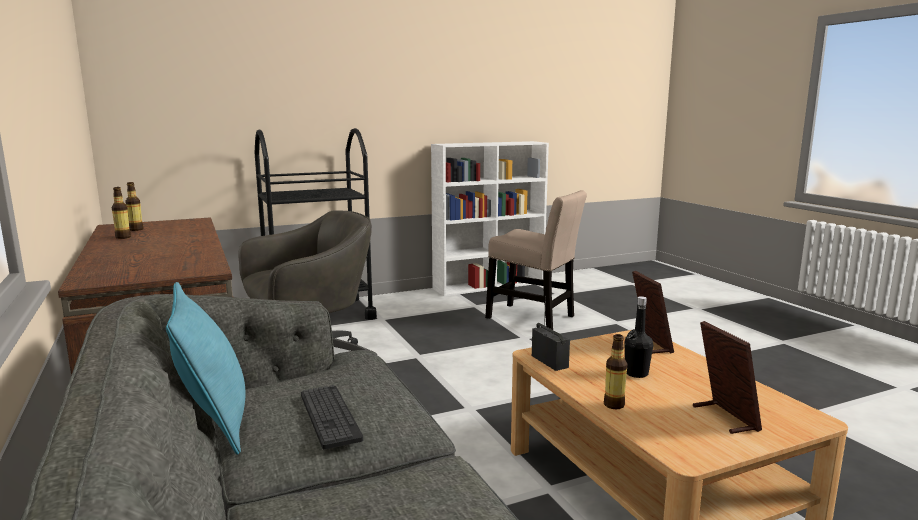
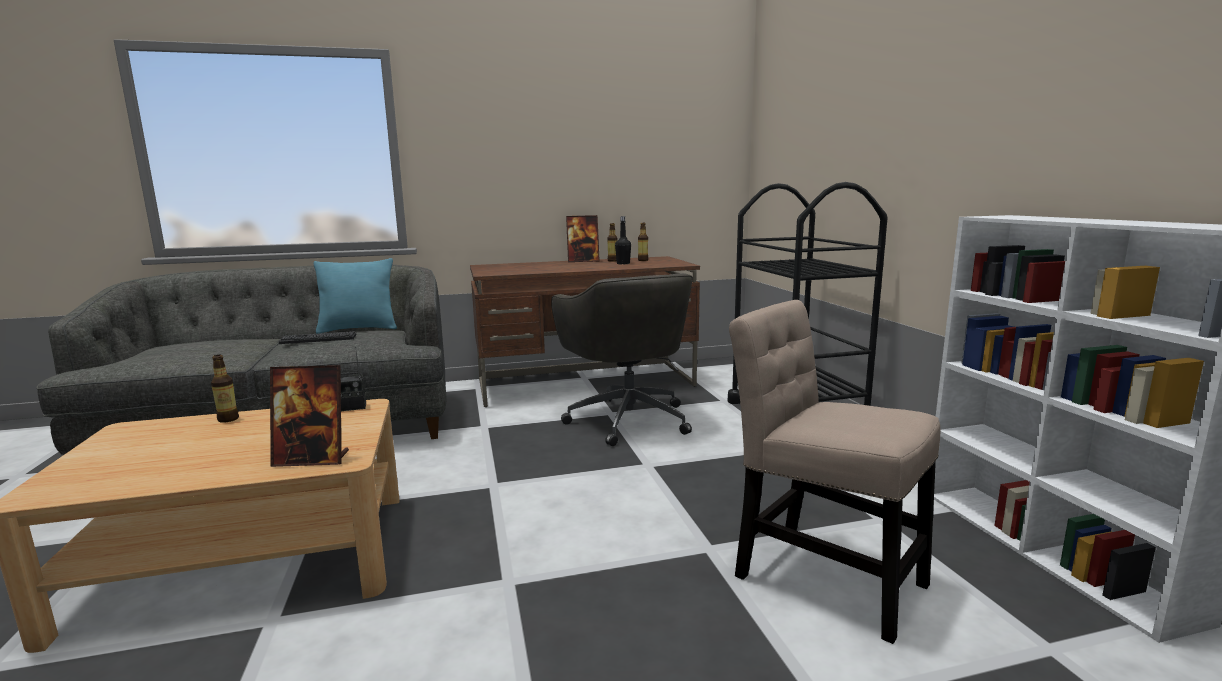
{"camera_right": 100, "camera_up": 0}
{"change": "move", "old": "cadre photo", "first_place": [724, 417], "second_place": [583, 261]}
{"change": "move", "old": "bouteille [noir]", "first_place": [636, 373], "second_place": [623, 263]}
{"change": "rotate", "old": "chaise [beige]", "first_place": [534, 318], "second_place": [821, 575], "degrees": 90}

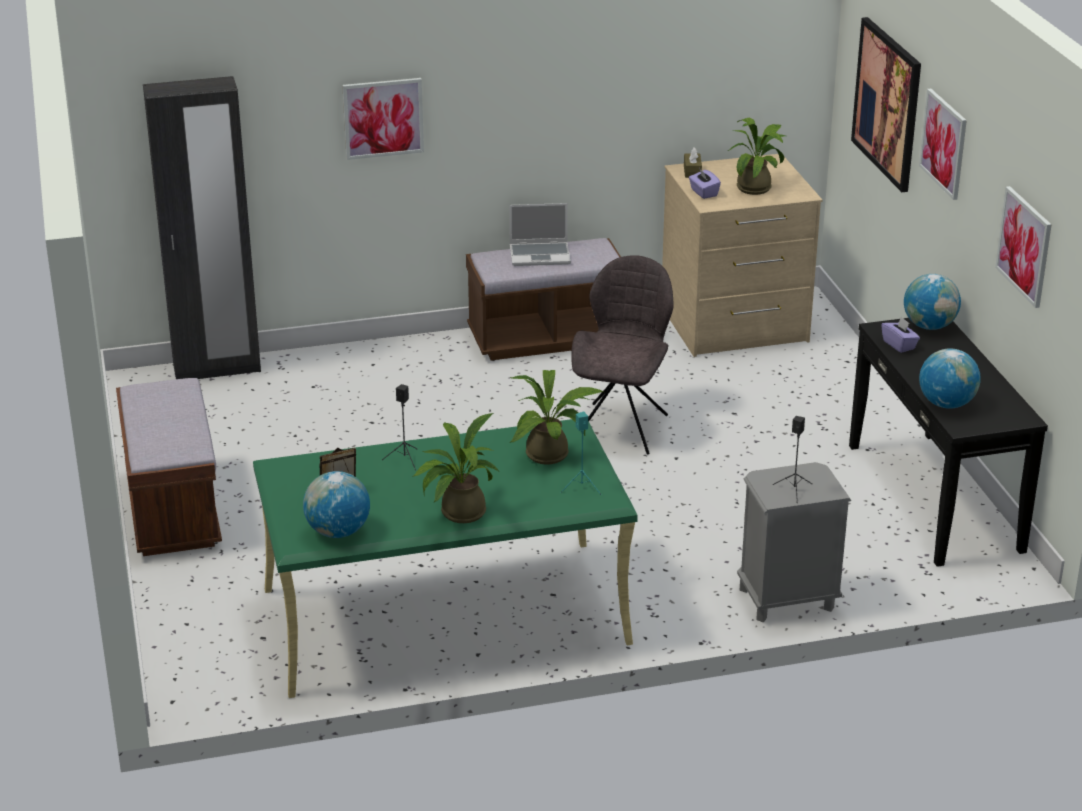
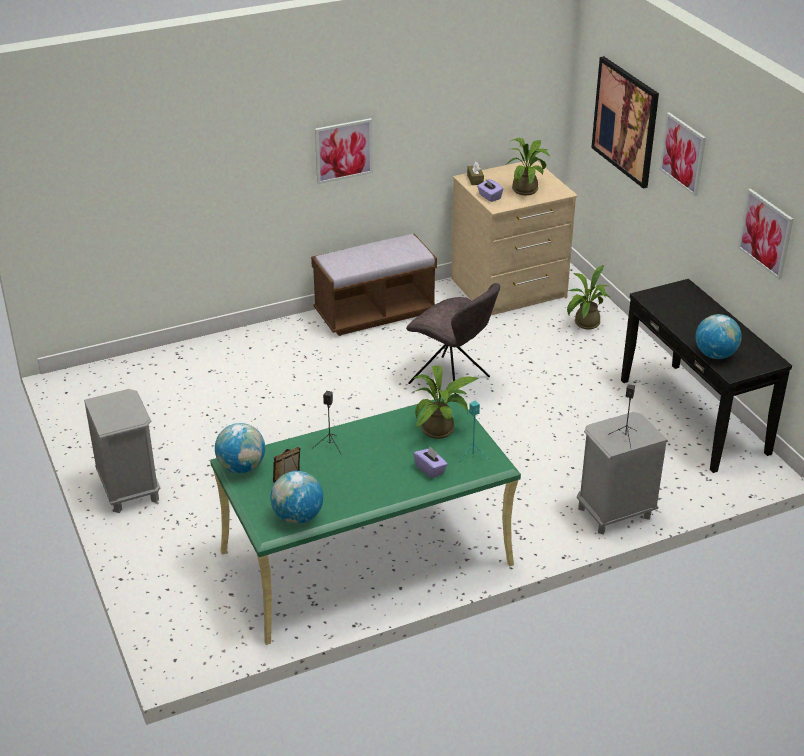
{"camera_right": -10, "camera_up": 5}
{"change": "replace", "old": "banc [marron]", "new": "table de chevet [gris]", "first_place": [172, 510], "second_place": [129, 490]}
{"change": "move", "old": "globe", "first_place": [929, 326], "second_place": [241, 467]}
{"change": "move", "old": "tableau", "first_place": [383, 118], "second_place": [343, 150]}
{"change": "rotate", "old": "chaise [gris]", "first_place": [621, 426], "second_place": [451, 381], "degrees": 120}
{"change": "move", "old": "boîte à mouchoirs [violet]", "first_place": [899, 345], "second_place": [430, 469]}
{"change": "move", "old": "plante en pot", "first_place": [458, 514], "second_place": [584, 324]}
{"change": "delete", "old": "armoire [noir]", "first_place": [217, 369]}
{"change": "delete", "old": "ordinateur portable", "first_place": [540, 255]}

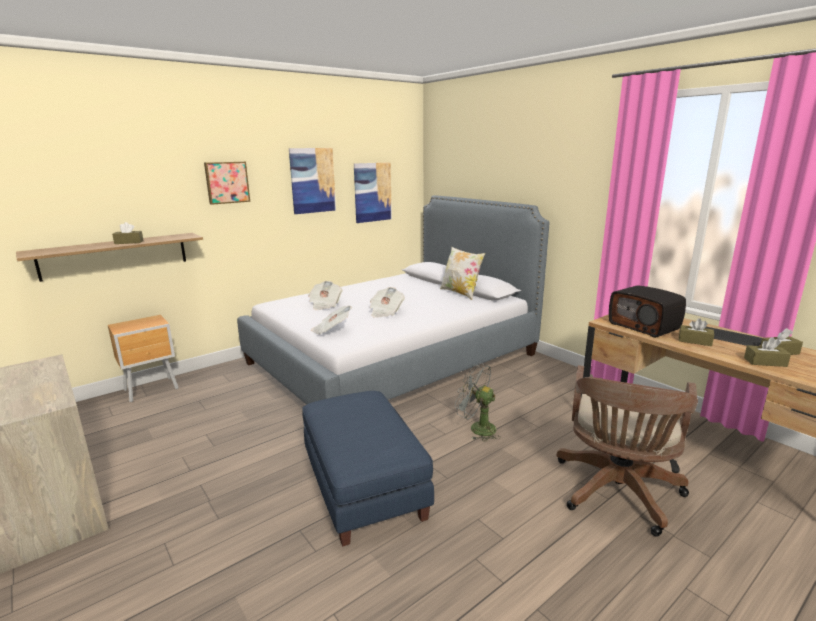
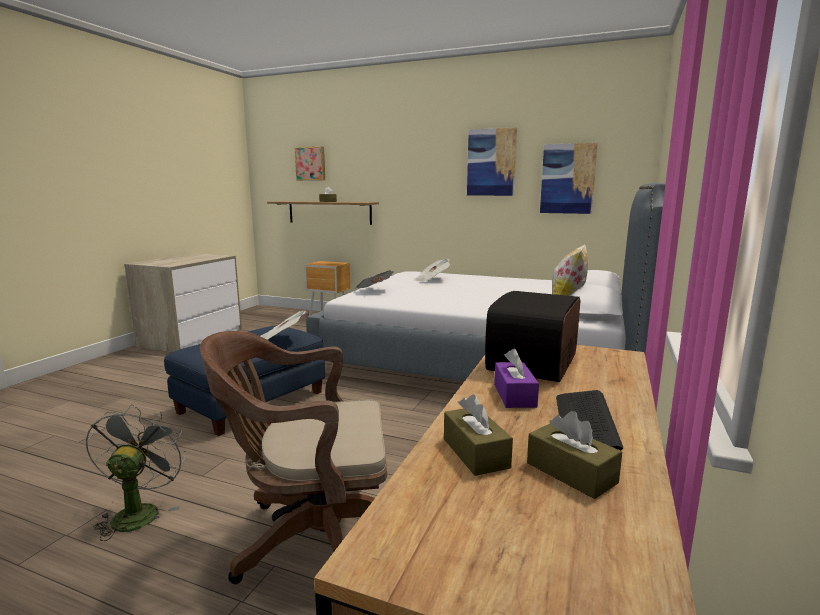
{"camera_right": 60, "camera_up": -5}
{"change": "move", "old": "ventilateur [gris]", "first_place": [477, 428], "second_place": [139, 512]}
{"change": "move", "old": "journal", "first_place": [385, 312], "second_place": [281, 339]}
{"change": "move", "old": "tableau", "first_place": [227, 182], "second_place": [311, 163]}
{"change": "recolor", "old": "boîte à mouchoirs [marron]", "new": "boîte à mouchoirs [violet]", "first_place": [694, 341], "second_place": [514, 395]}

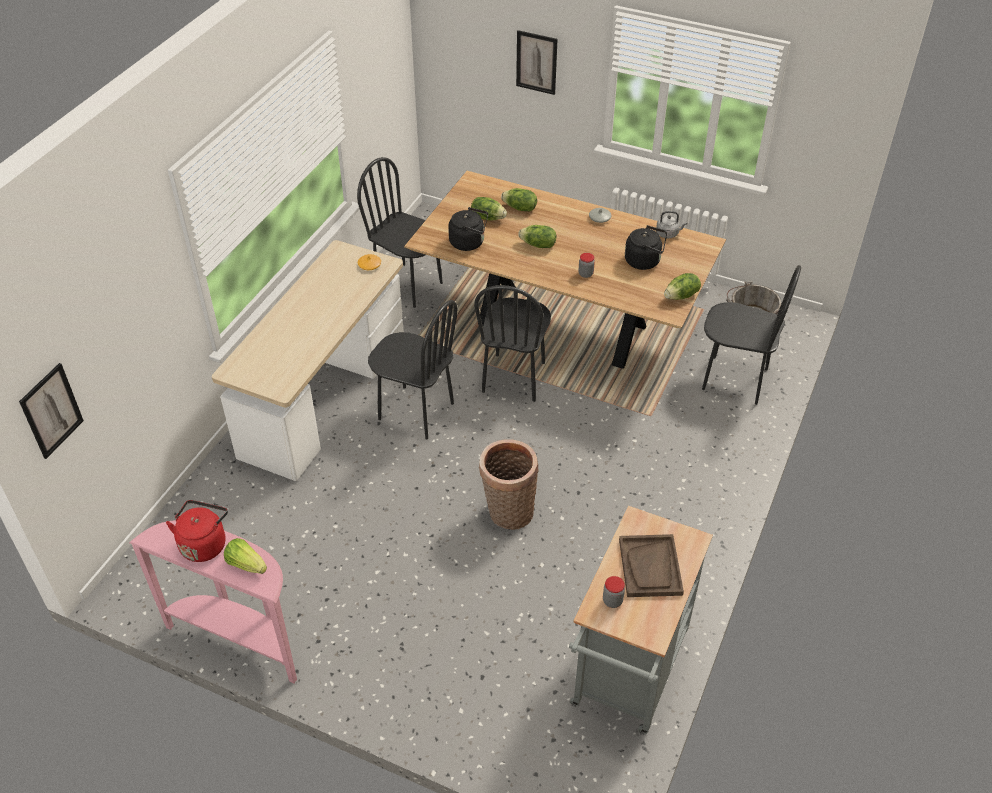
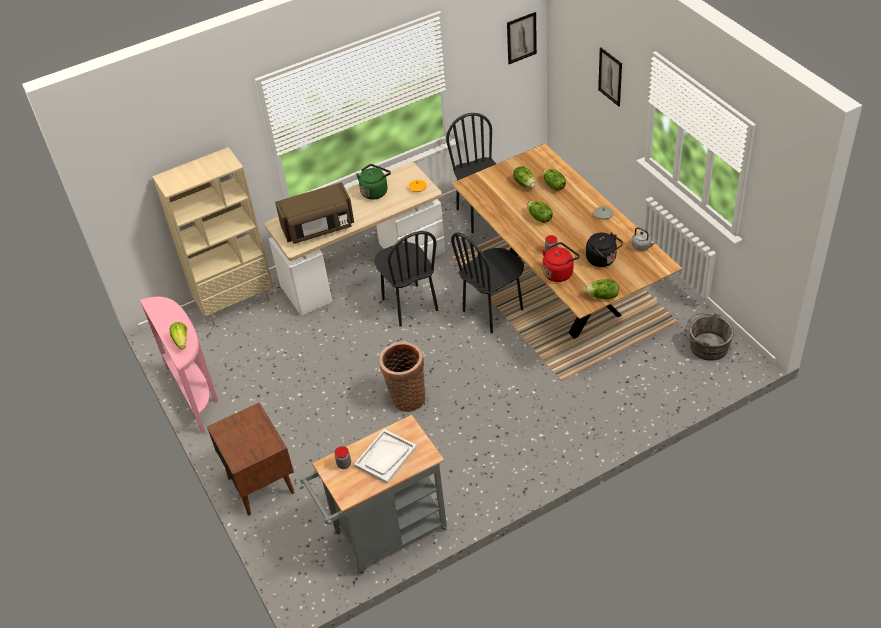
{"camera_right": 40, "camera_up": 0}
{"change": "insert", "new": "bibliothèque [beige]", "second_place": [236, 304]}
{"change": "insert", "new": "table de chevet [marron]", "second_place": [261, 484]}
{"change": "insert", "new": "micro-ondes [marron]", "second_place": [318, 228]}
{"change": "recolor", "old": "plateau [marron]", "new": "plateau [blanc]", "first_place": [650, 567], "second_place": [385, 457]}
{"change": "insert", "new": "bouilloire [vert]", "second_place": [375, 191]}
{"change": "move", "old": "tableau", "first_place": [51, 411], "second_place": [521, 38]}
{"change": "move", "old": "bouilloire [rouge]", "first_place": [204, 543], "second_place": [559, 272]}
{"change": "delete", "old": "bouilloire [noir]", "first_place": [469, 242]}
{"change": "delete", "old": "chaise [noir]", "first_place": [735, 379]}

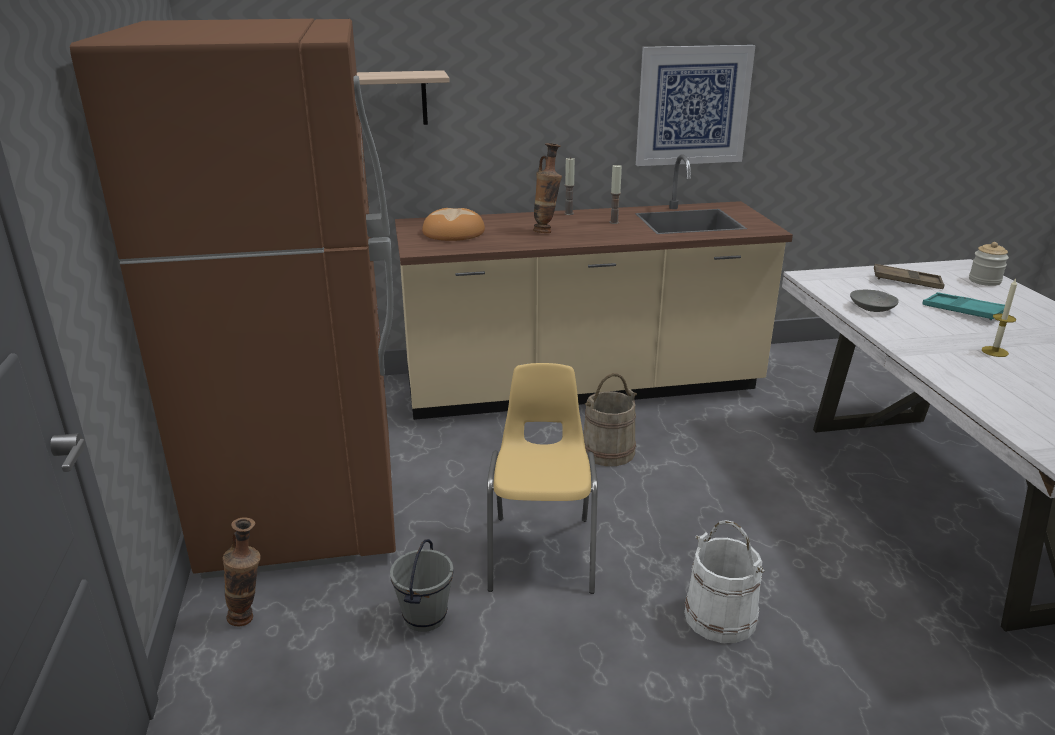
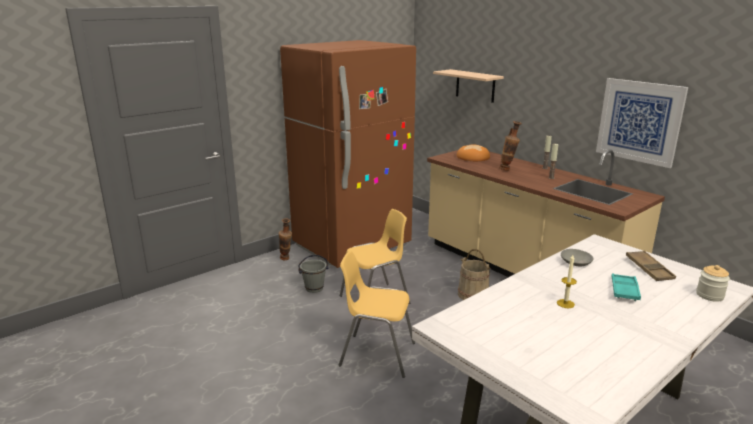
{"camera_right": 60, "camera_up": -5}
{"change": "replace", "old": "seau [blanc]", "new": "chaise [jaune]", "first_place": [719, 617], "second_place": [376, 354]}

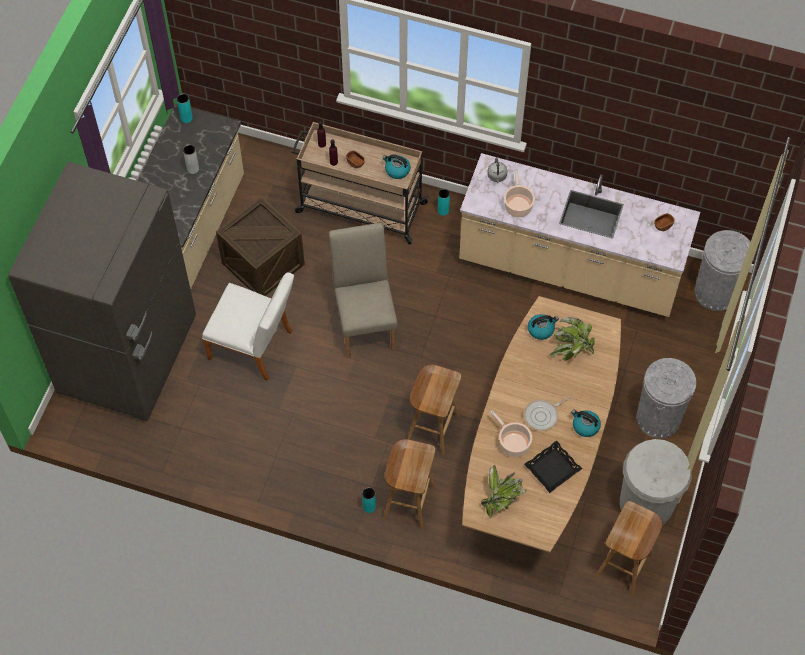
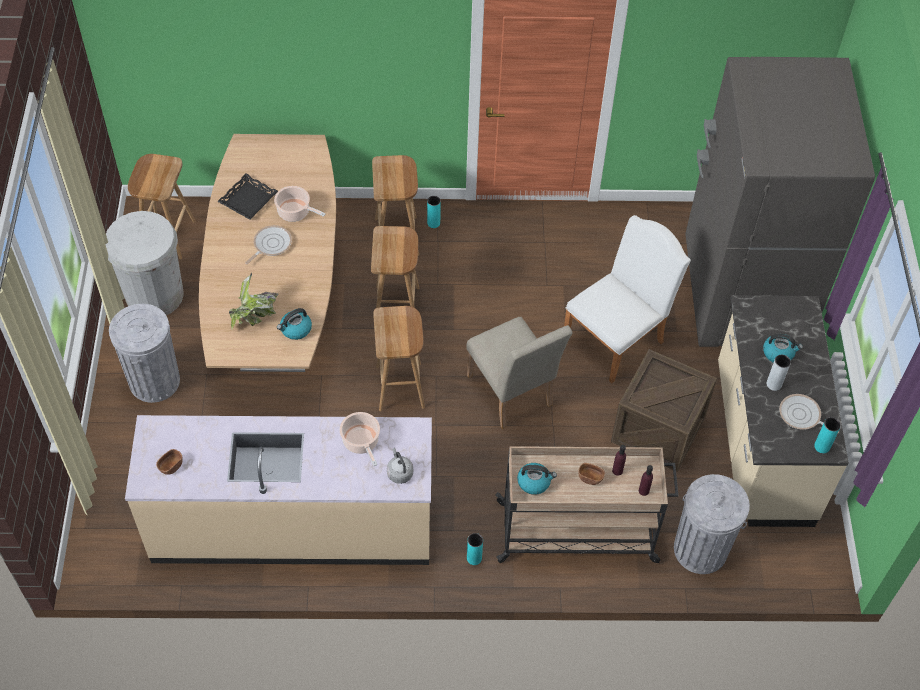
{"camera_right": 160, "camera_up": -5}
{"change": "insert", "new": "tabouret [marron]", "second_place": [401, 387]}
{"change": "rotate", "old": "chaise [blanc]", "first_place": [255, 347], "second_place": [618, 337], "degrees": 135}
{"change": "move", "old": "poubelle [gris]", "first_place": [715, 292], "second_place": [700, 549]}
{"change": "move", "old": "bouilloire", "first_place": [585, 426], "second_place": [778, 353]}
{"change": "insert", "new": "poêle", "second_place": [801, 416]}
{"change": "delete", "old": "plante en pot", "first_place": [502, 499]}

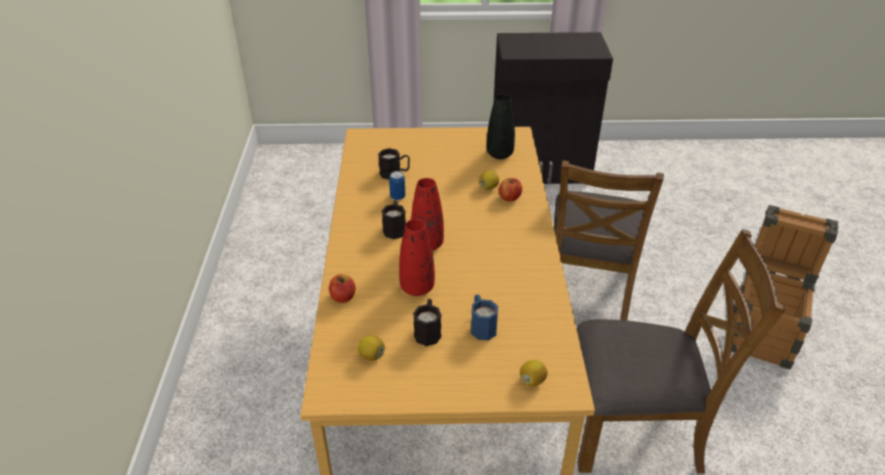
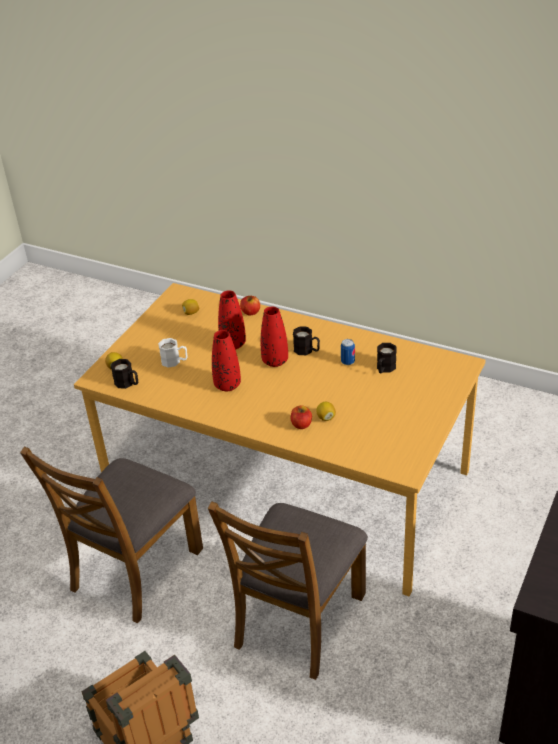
{"camera_right": 120, "camera_up": 0}
{"change": "move", "old": "mug [noir]", "first_place": [428, 331], "second_place": [127, 383]}
{"change": "recolor", "old": "mug [bleu]", "new": "mug [blanc]", "first_place": [481, 326], "second_place": [174, 361]}
{"change": "rotate", "old": "chaise [marron]", "first_place": [587, 292], "second_place": [298, 620], "degrees": -105}
{"change": "insert", "new": "vase [rouge]", "second_place": [227, 385]}
{"change": "delete", "old": "vase [noir]", "first_place": [499, 154]}

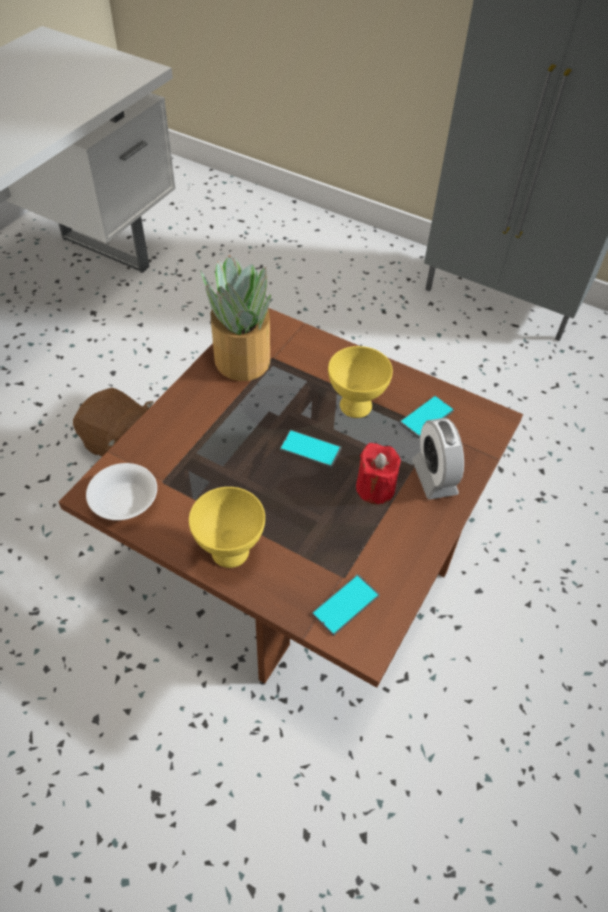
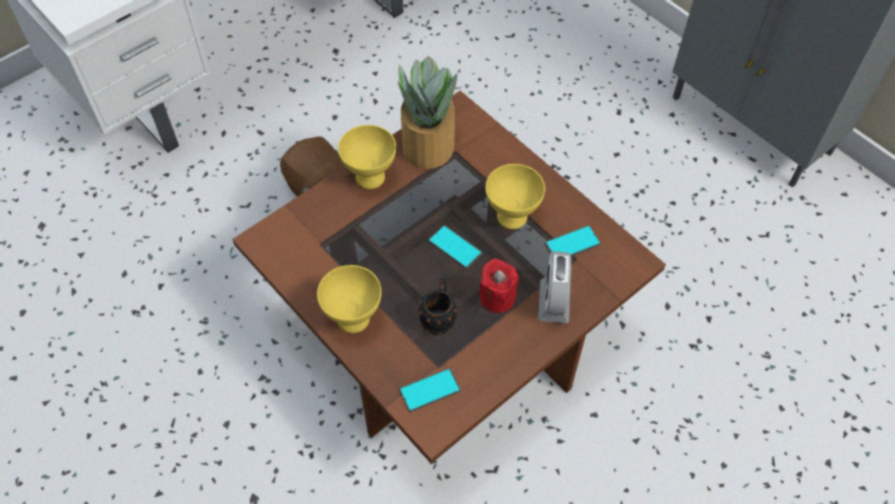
{"camera_right": 20, "camera_up": 5}
{"change": "insert", "new": "bol [jaune]", "second_place": [369, 177]}
{"change": "insert", "new": "mug [noir]", "second_place": [439, 317]}
{"change": "delete", "old": "bol [blanc]", "first_place": [123, 501]}

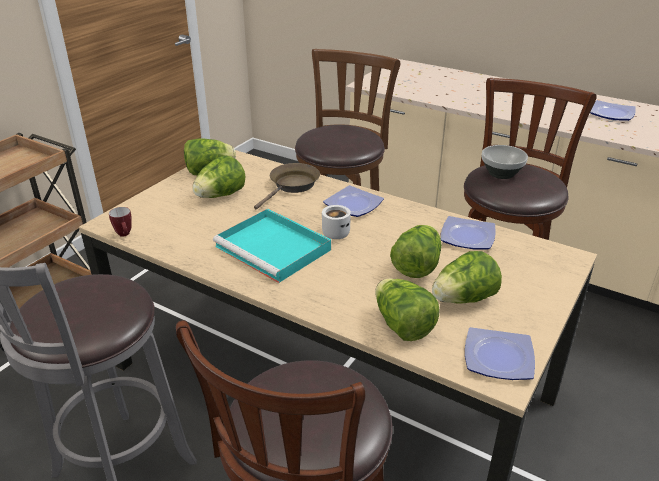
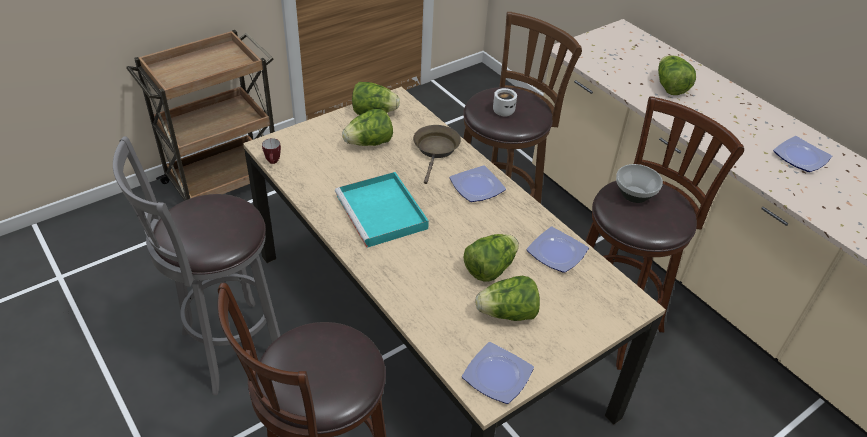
{"camera_right": 20, "camera_up": 10}
{"change": "rotate", "old": "poêle [marron]", "first_place": [292, 186], "second_place": [436, 150], "degrees": -45}
{"change": "move", "old": "mug [blanc]", "first_place": [335, 232], "second_place": [503, 110]}
{"change": "move", "old": "laitue", "first_place": [402, 326], "second_place": [670, 87]}

